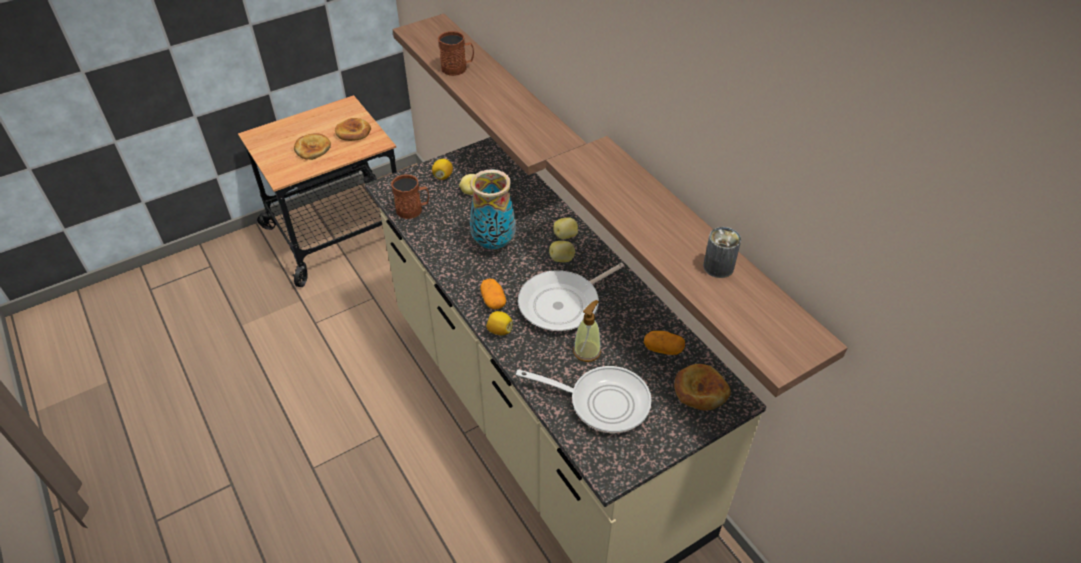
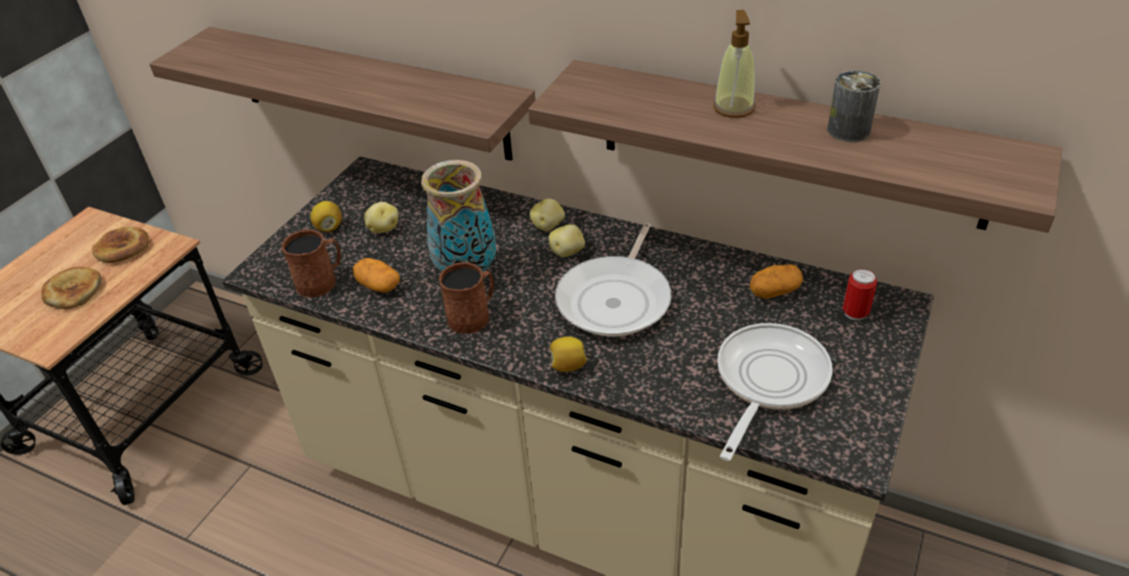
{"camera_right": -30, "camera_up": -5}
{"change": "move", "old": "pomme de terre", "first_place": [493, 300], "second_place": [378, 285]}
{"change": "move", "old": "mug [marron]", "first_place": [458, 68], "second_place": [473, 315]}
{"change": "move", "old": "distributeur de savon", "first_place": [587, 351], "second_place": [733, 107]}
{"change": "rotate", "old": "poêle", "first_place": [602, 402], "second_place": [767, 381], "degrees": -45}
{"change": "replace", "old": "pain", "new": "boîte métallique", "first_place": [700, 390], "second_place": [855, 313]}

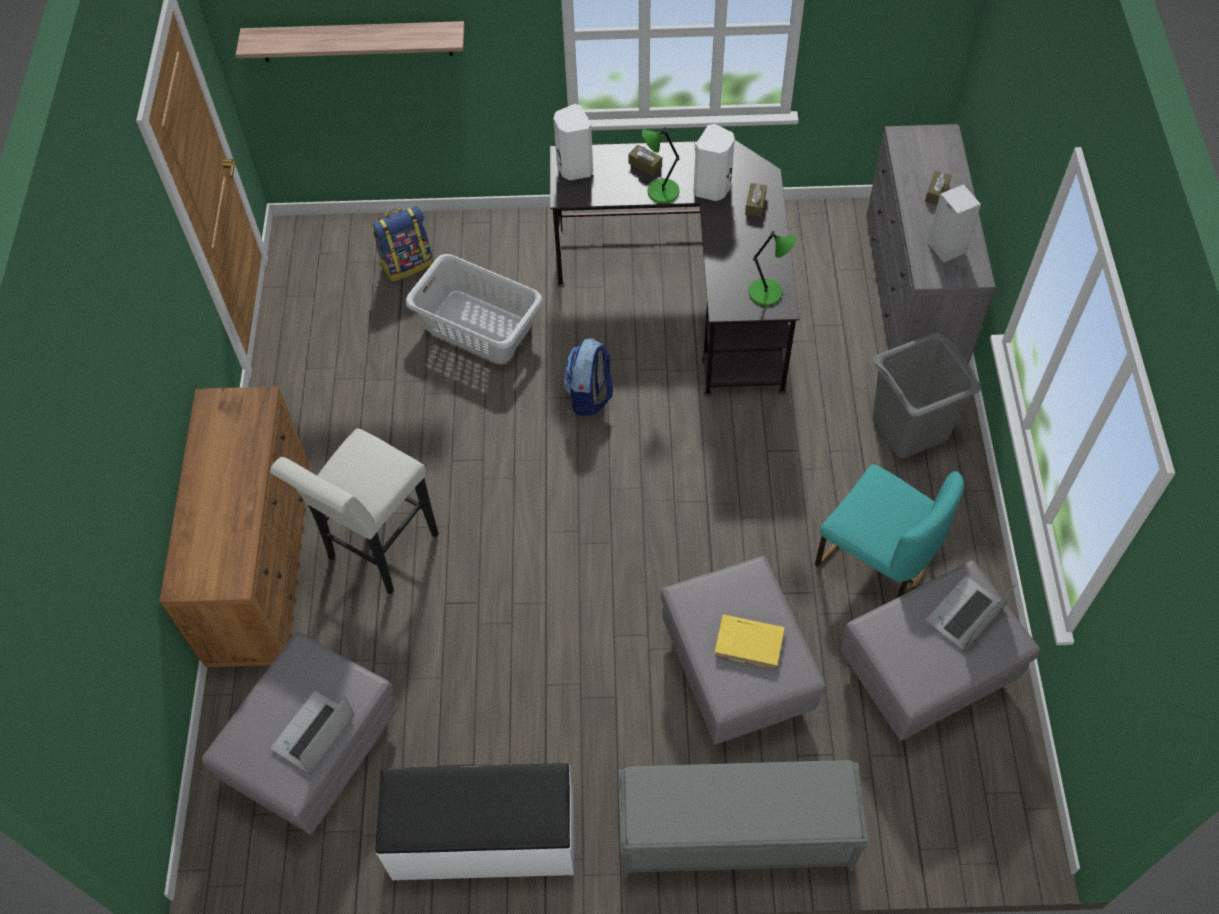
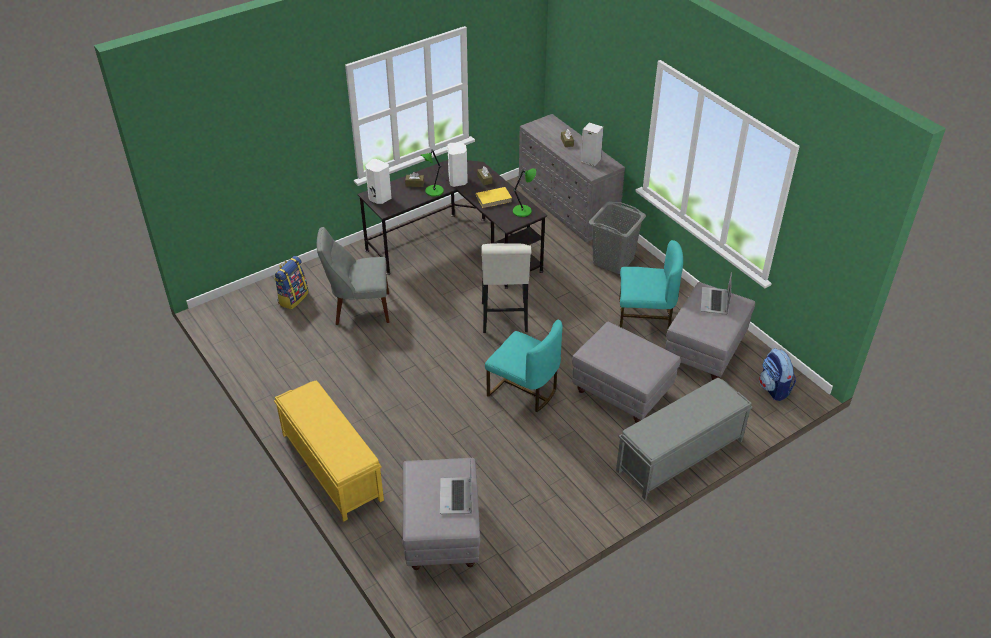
{"camera_right": -35, "camera_up": -15}
{"change": "replace", "old": "commode [marron]", "new": "banc [jaune]", "first_place": [261, 562], "second_place": [331, 466]}
{"change": "replace", "old": "panier à linge [gris]", "new": "chaise [gris]", "first_place": [478, 325], "second_place": [359, 309]}
{"change": "move", "old": "livre [jaune]", "first_place": [749, 643], "second_place": [494, 198]}
{"change": "move", "old": "tabouret [blanc]", "first_place": [378, 552], "second_place": [504, 320]}
{"change": "insert", "new": "chaise [turquoise]", "second_place": [524, 390]}
{"change": "move", "old": "sac à dos", "first_place": [590, 396], "second_place": [774, 388]}
{"change": "delete", "old": "étagère", "first_place": [355, 41]}
{"change": "delete", "old": "banc [blanc]", "first_place": [484, 839]}

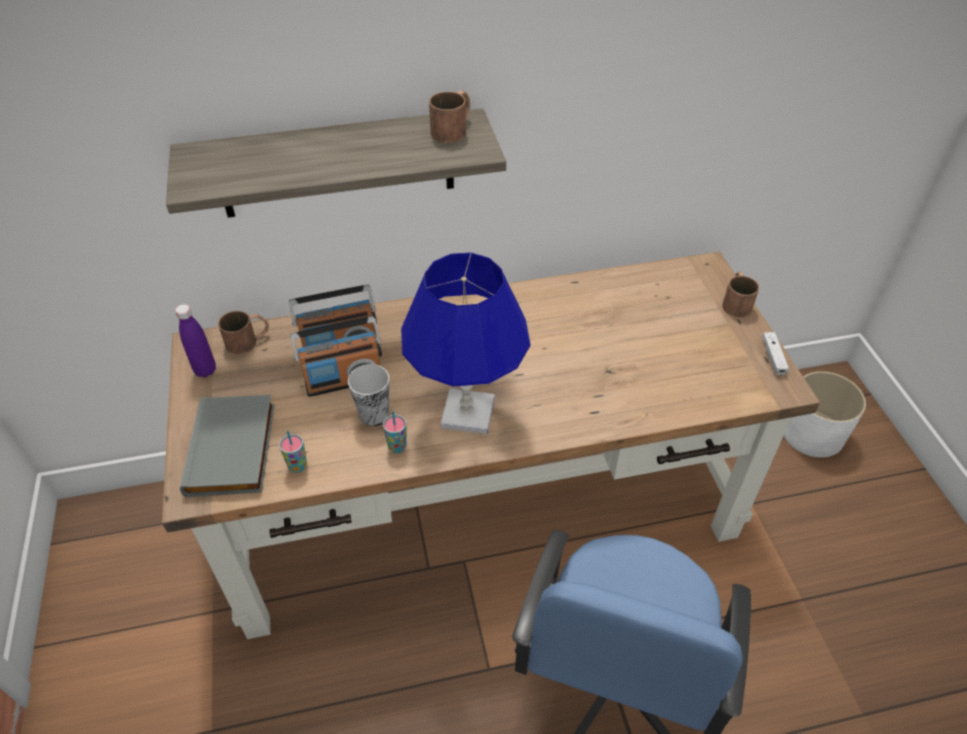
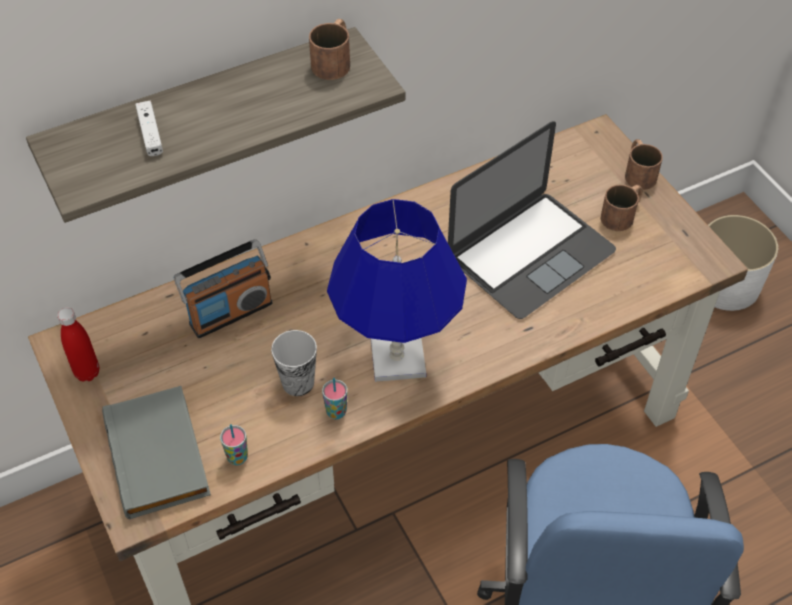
{"camera_right": -15, "camera_up": 5}
{"change": "recolor", "old": "bouteille [violet]", "new": "bouteille [rouge]", "first_place": [205, 370], "second_place": [87, 372]}
{"change": "move", "old": "manette [blanc]", "first_place": [773, 357], "second_place": [150, 134]}
{"change": "insert", "new": "ordinateur portable", "second_place": [531, 254]}
{"change": "move", "old": "mug [marron]", "first_place": [248, 340], "second_place": [622, 214]}
{"change": "delete", "old": "radio", "first_place": [344, 380]}

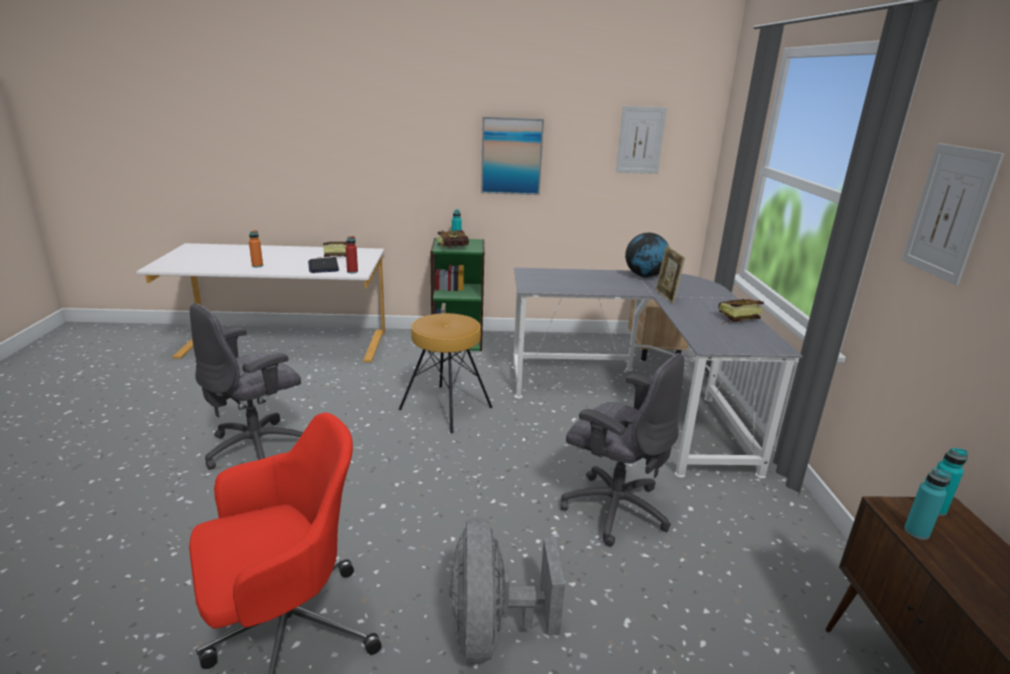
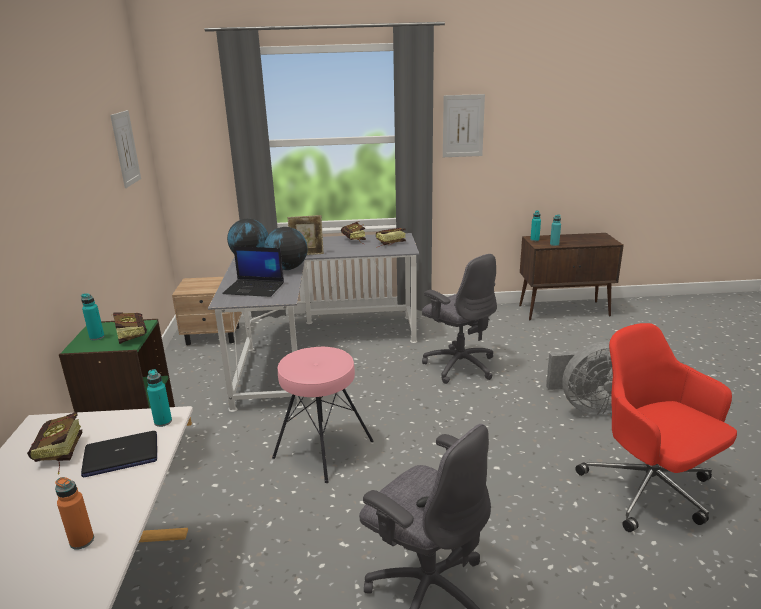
{"camera_right": -90, "camera_up": 0}
{"change": "recolor", "old": "bouteille [rouge]", "new": "bouteille [turquoise]", "first_place": [352, 271], "second_place": [163, 422]}
{"change": "insert", "new": "ordinateur portable", "second_place": [255, 288]}
{"change": "insert", "new": "globe", "second_place": [287, 268]}
{"change": "recolor", "old": "tabouret [marron]", "new": "tabouret [rose]", "first_place": [446, 407], "second_place": [323, 449]}
{"change": "insert", "new": "livre", "second_place": [388, 243]}
{"change": "rotate", "old": "chaise de bureau [gris]", "first_place": [613, 508], "second_place": [459, 365], "degrees": 105}
{"change": "delete", "old": "tableau", "first_place": [511, 156]}

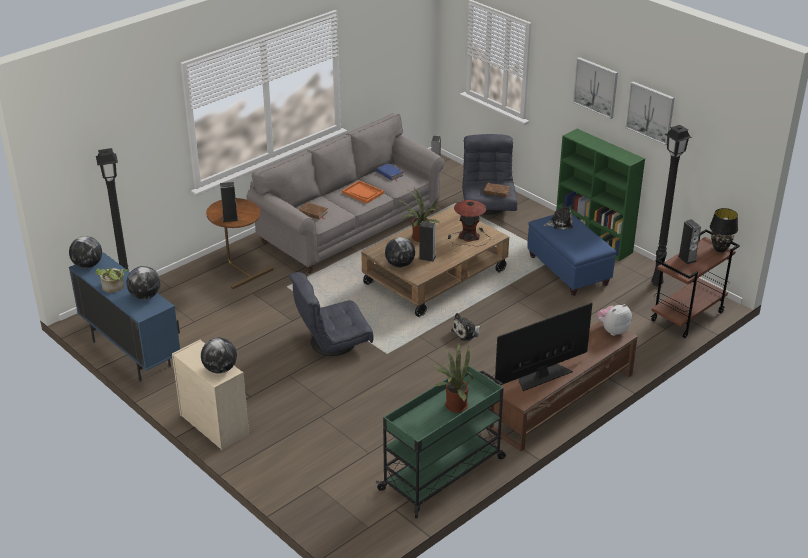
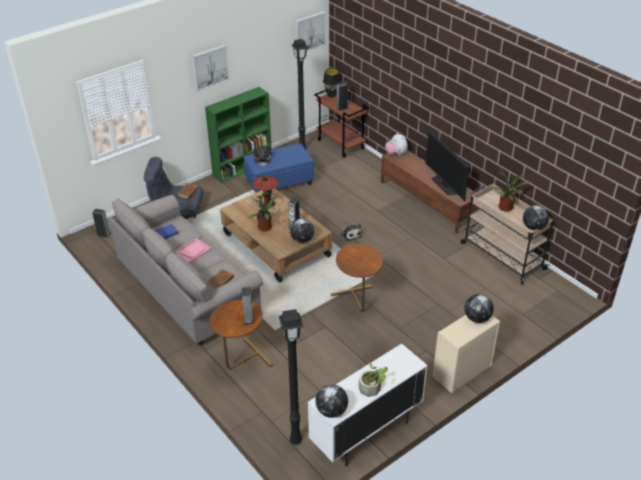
{"camera_right": -85, "camera_up": 5}
{"change": "recolor", "old": "plateau [orange]", "new": "plateau [rose]", "first_place": [363, 193], "second_place": [192, 251]}
{"change": "move", "old": "tableau", "first_place": [650, 112], "second_place": [310, 32]}
{"change": "recolor", "old": "meuble de rangement [bleu]", "new": "meuble de rangement [blanc]", "first_place": [131, 354], "second_place": [366, 434]}
{"change": "replace", "old": "fauteuil [gris]", "new": "table d'appoint [marron]", "first_place": [332, 342], "second_place": [357, 303]}
{"change": "recolor", "old": "chariot [vert]", "new": "chariot [beige]", "first_place": [443, 473], "second_place": [501, 255]}
{"change": "move", "old": "globe", "first_place": [145, 296], "second_place": [533, 227]}

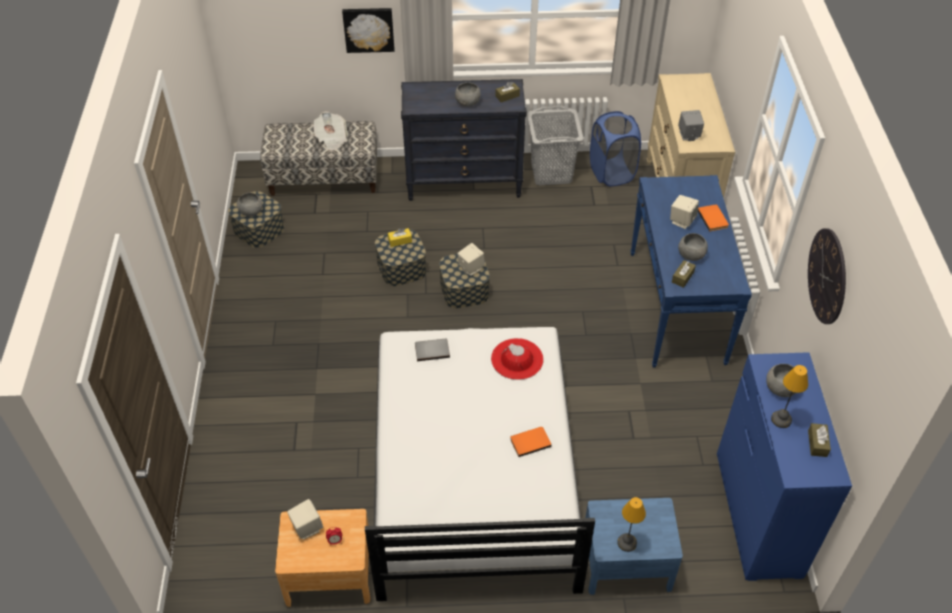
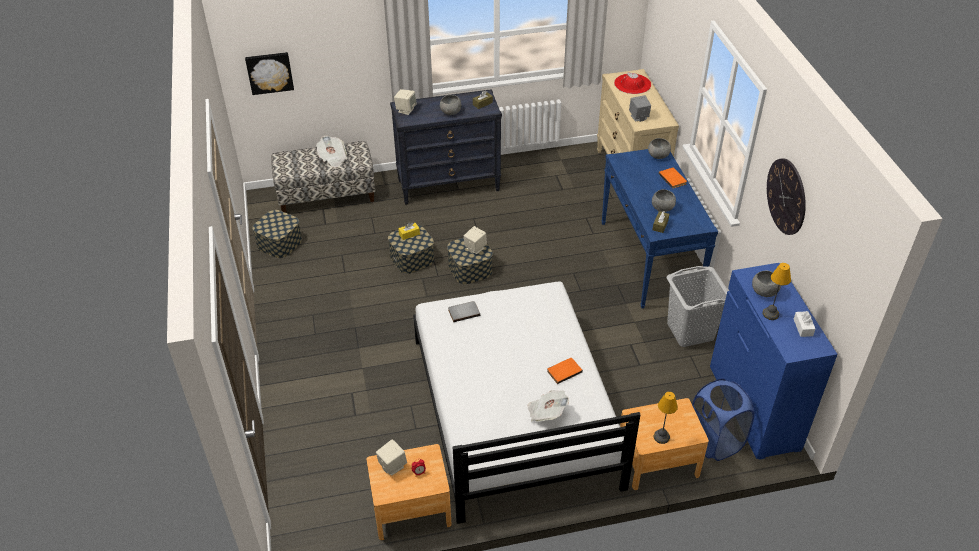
{"camera_right": -10, "camera_up": -5}
{"change": "move", "old": "tableau", "first_place": [368, 29], "second_place": [269, 72]}
{"change": "move", "old": "enceinte [beige]", "first_place": [682, 221], "second_place": [406, 110]}
{"change": "insert", "new": "journal", "second_place": [546, 412]}
{"change": "move", "old": "chapeau [rouge]", "first_place": [517, 359], "second_place": [632, 84]}
{"change": "recolor", "old": "table de chevet [bleu]", "new": "table de chevet [marron]", "first_place": [626, 563], "second_place": [657, 461]}
{"change": "move", "old": "bol [gris]", "first_place": [251, 211], "second_place": [658, 155]}
{"change": "move", "old": "panier à linge [gris]", "first_place": [551, 172], "second_place": [690, 331]}
{"change": "move", "old": "panier à linge [bleu]", "first_place": [611, 173], "second_place": [715, 441]}
{"change": "recolor", "old": "boîte à mouchoirs [marron]", "new": "boîte à mouchoirs [blanc]", "first_place": [817, 443], "second_place": [803, 327]}

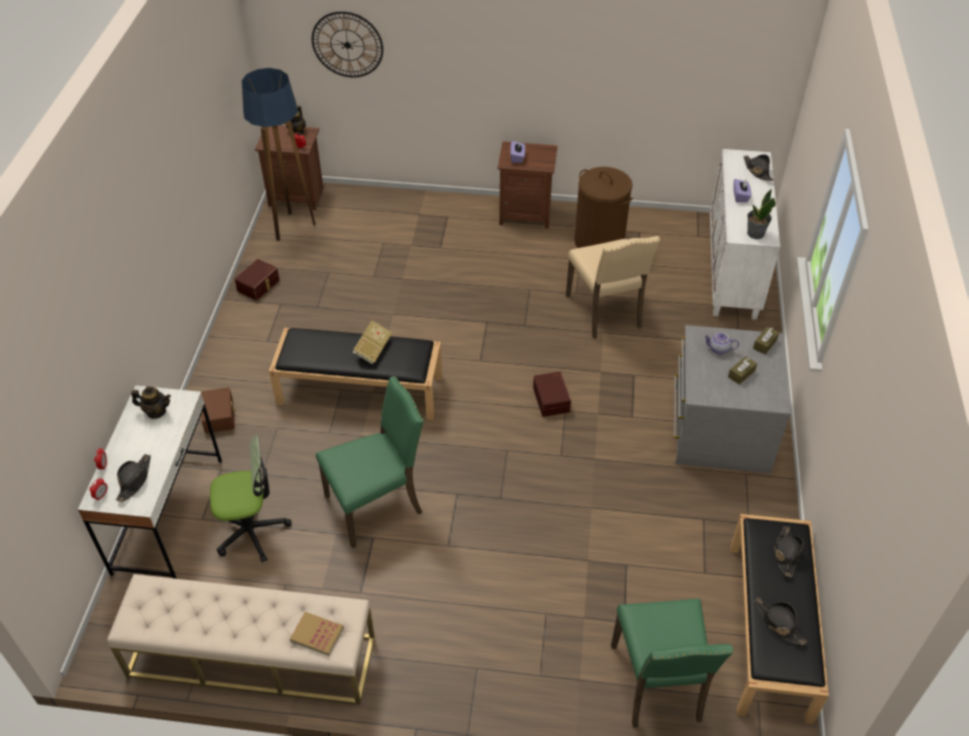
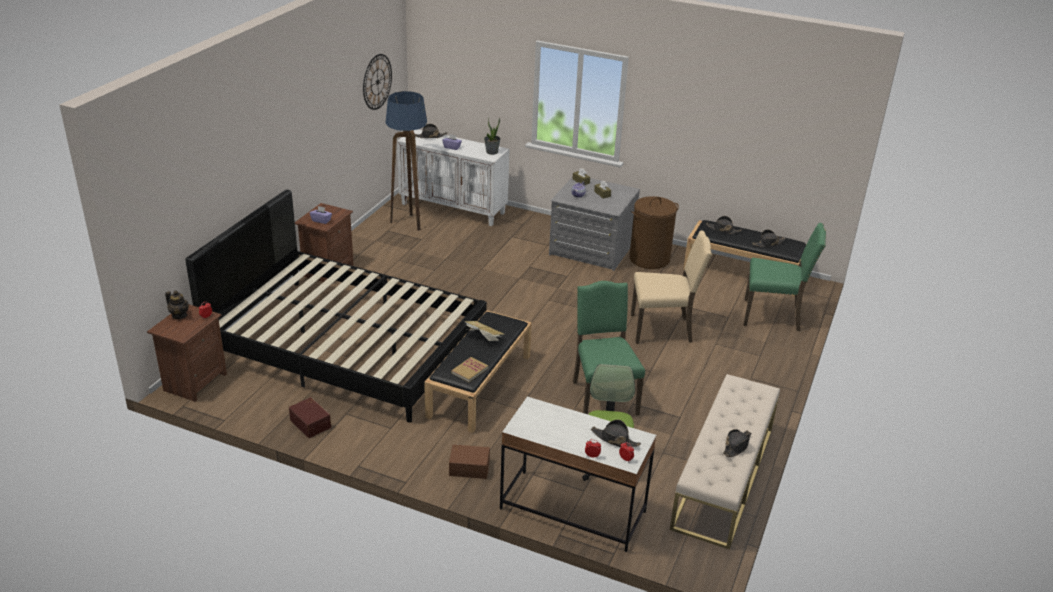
{"camera_right": -75, "camera_up": -15}
{"change": "insert", "new": "lit [noir]", "second_place": [347, 345]}
{"change": "move", "old": "horloge murale", "first_place": [347, 45], "second_place": [377, 82]}
{"change": "move", "old": "lampadaire", "first_place": [291, 228], "second_place": [409, 223]}
{"change": "move", "old": "livre", "first_place": [317, 634], "second_place": [469, 370]}
{"change": "move", "old": "panier à linge [marron]", "first_place": [599, 241], "second_place": [649, 259]}
{"change": "move", "old": "chaise [beige]", "first_place": [606, 312], "second_place": [663, 329]}
{"change": "insert", "new": "chapeau [noir]", "second_place": [736, 446]}
{"change": "delete", "old": "théière", "first_place": [156, 412]}
{"change": "delete", "old": "boîte de rangement [marron]", "first_place": [552, 399]}

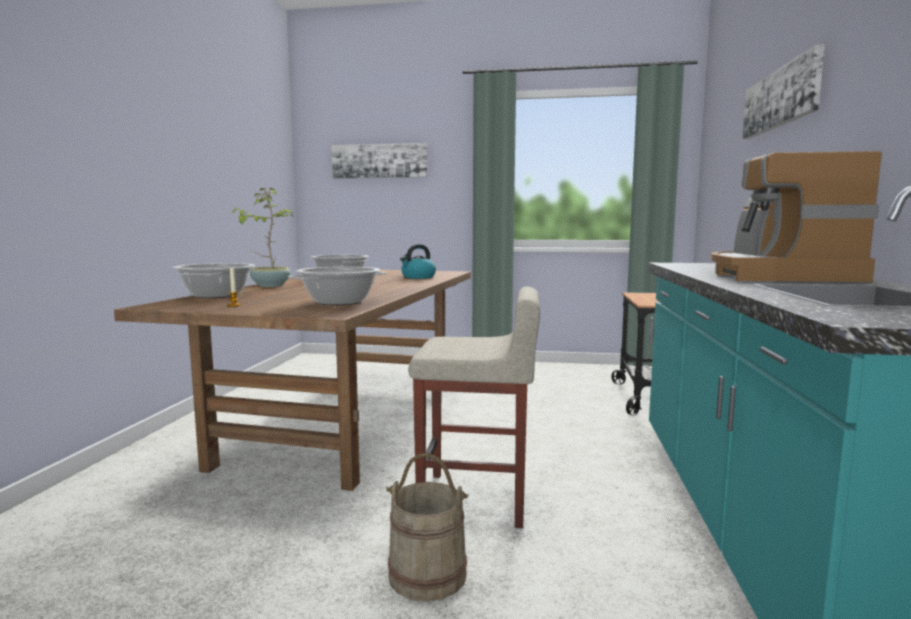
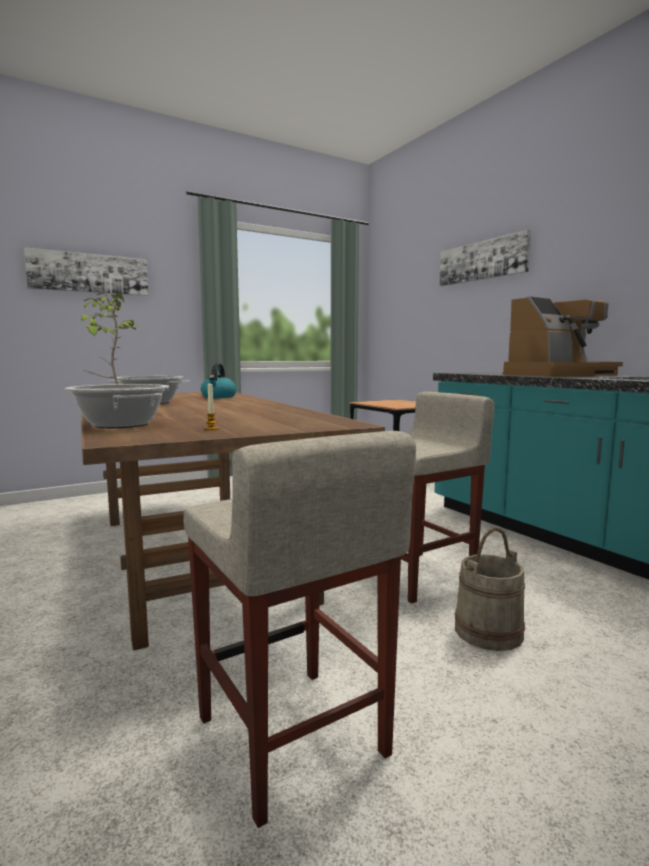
{"camera_right": -40, "camera_up": 0}
{"change": "insert", "new": "tabouret [beige]", "second_place": [292, 737]}
{"change": "rotate", "old": "machine à café", "first_place": [775, 275], "second_place": [559, 375], "degrees": -90}
{"change": "delete", "old": "marmite", "first_place": [339, 302]}

